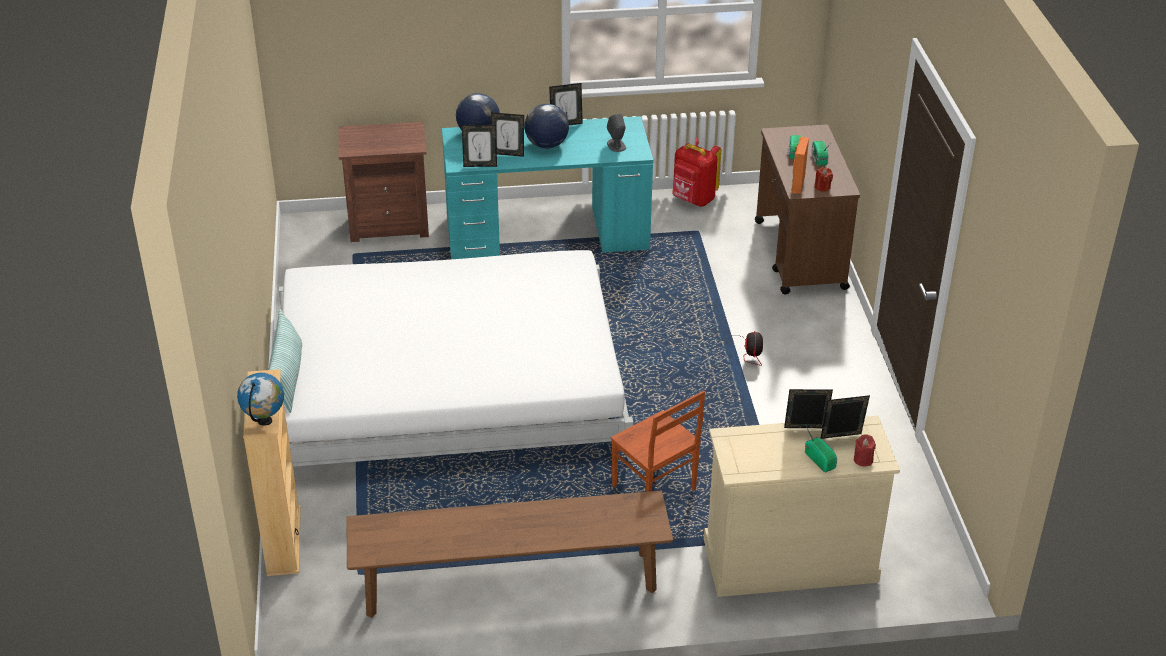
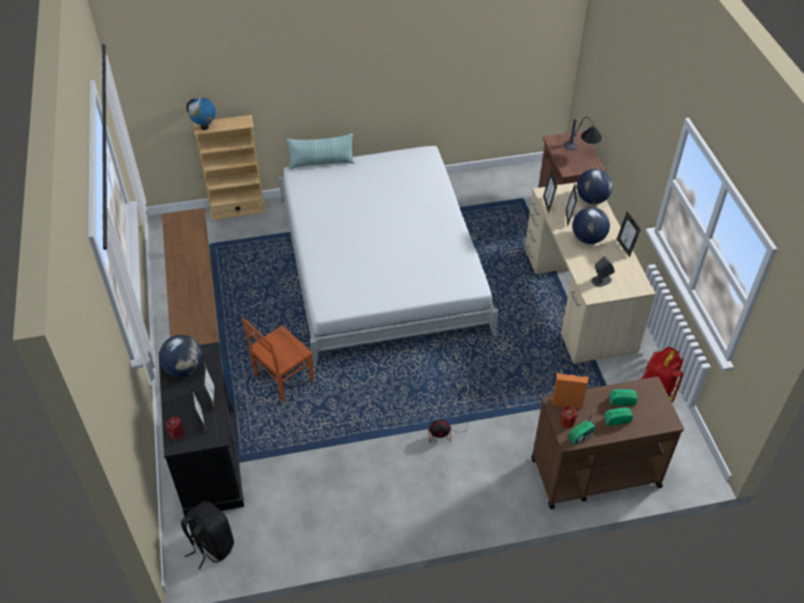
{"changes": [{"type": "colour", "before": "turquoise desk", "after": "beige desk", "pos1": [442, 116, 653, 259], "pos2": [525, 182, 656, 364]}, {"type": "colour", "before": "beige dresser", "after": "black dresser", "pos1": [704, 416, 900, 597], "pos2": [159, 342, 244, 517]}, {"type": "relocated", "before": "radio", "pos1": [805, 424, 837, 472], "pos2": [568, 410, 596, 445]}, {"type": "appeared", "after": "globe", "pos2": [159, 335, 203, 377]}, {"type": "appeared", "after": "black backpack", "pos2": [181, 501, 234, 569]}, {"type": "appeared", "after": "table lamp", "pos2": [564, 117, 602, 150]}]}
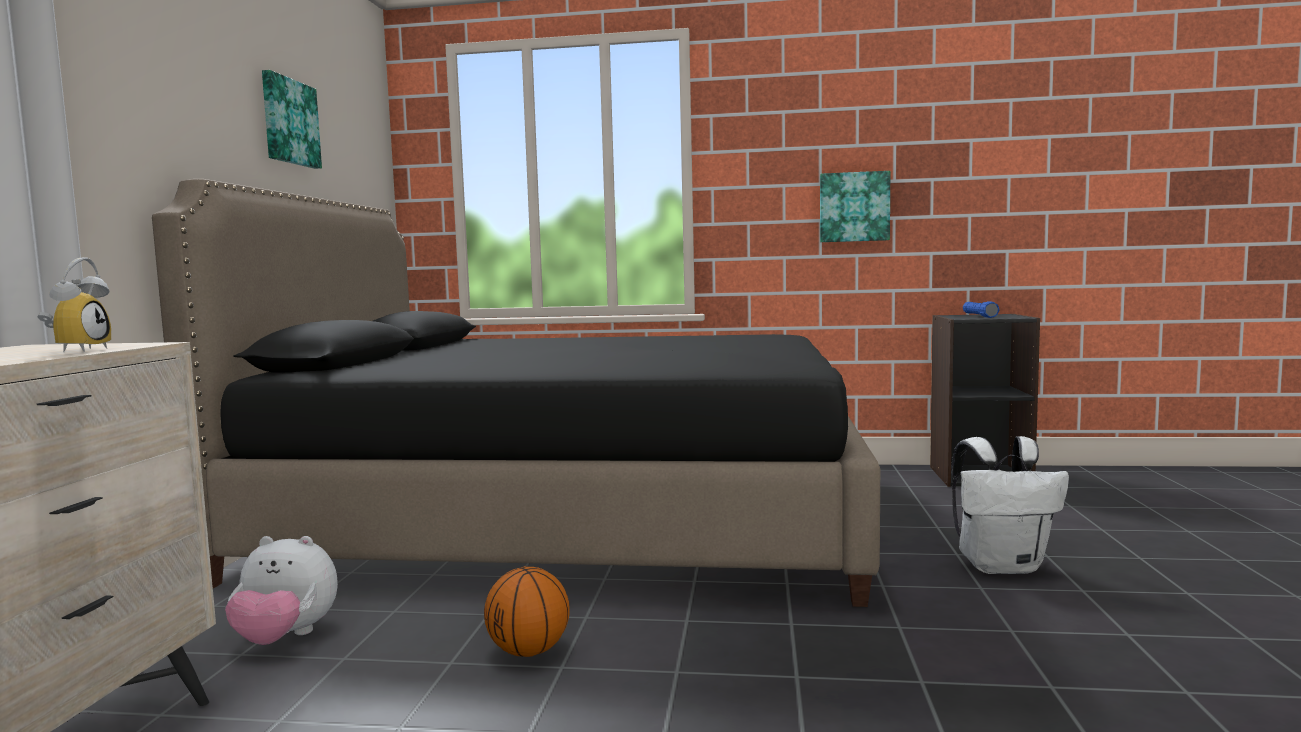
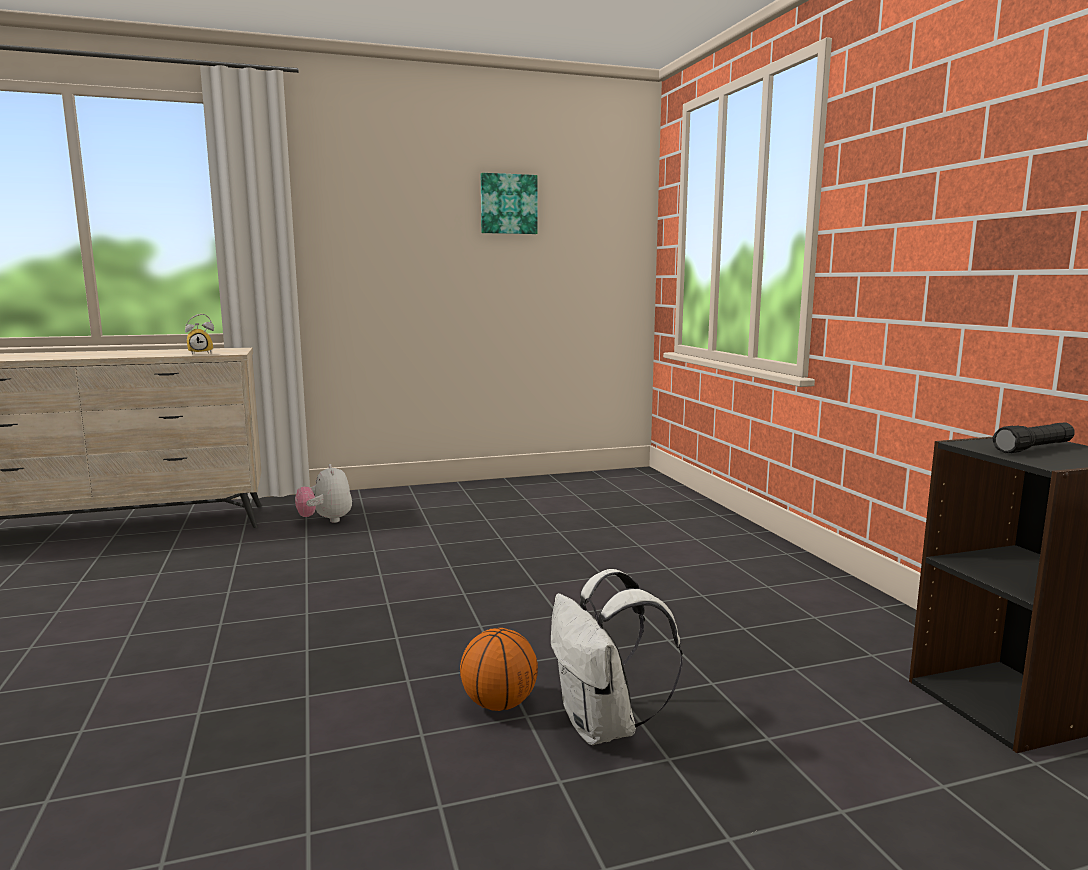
{"changes": [{"type": "missing", "before": "black bed", "pos1": [152, 179, 880, 607]}, {"type": "relocated", "before": "basketball", "pos1": [484, 566, 569, 657], "pos2": [460, 628, 538, 711]}, {"type": "missing", "before": "picture", "pos1": [820, 171, 890, 242]}, {"type": "colour", "before": "blue flashlight", "after": "black flashlight", "pos1": [963, 301, 999, 318], "pos2": [993, 423, 1075, 453]}]}
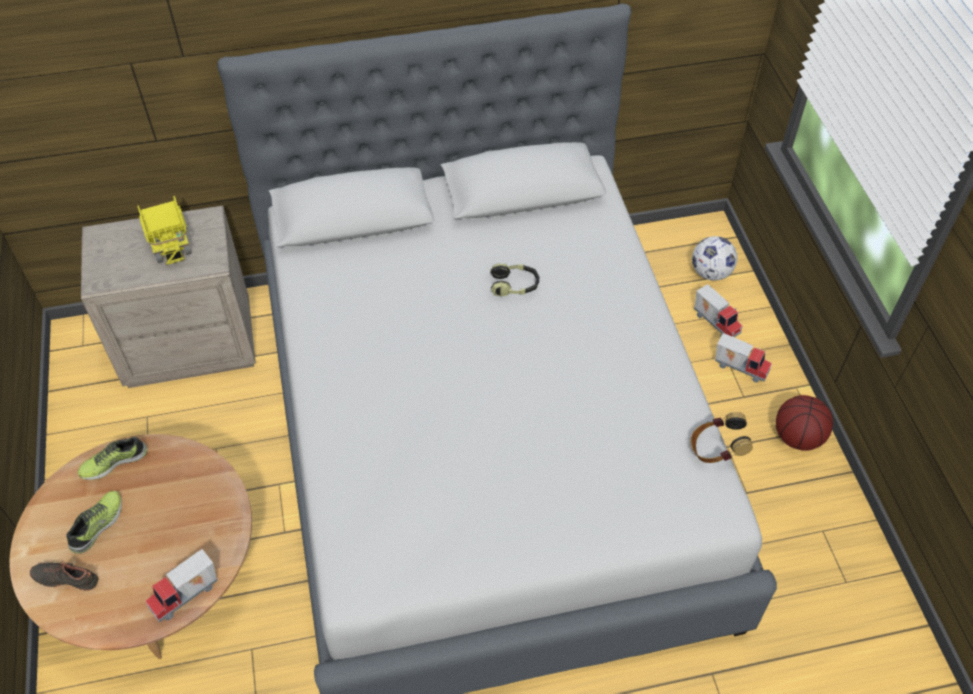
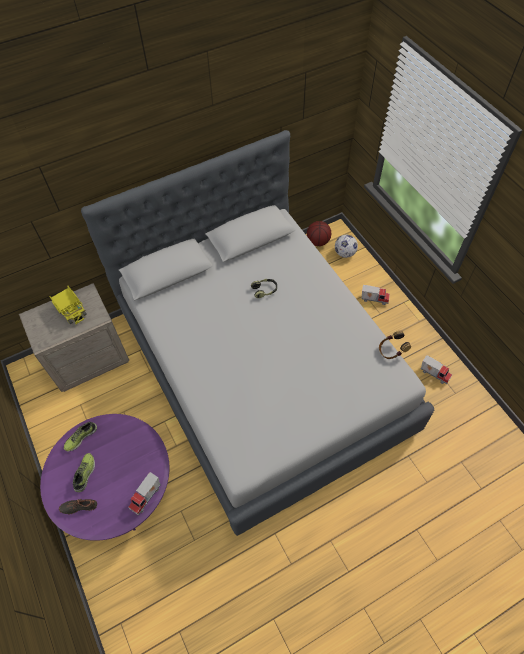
{"changes": [{"type": "colour", "before": "brown coffee table", "after": "purple coffee table", "pos1": [9, 434, 252, 659], "pos2": [40, 414, 169, 541]}, {"type": "relocated", "before": "toy truck", "pos1": [694, 284, 743, 337], "pos2": [421, 355, 452, 384]}, {"type": "relocated", "before": "basketball", "pos1": [776, 395, 833, 451], "pos2": [307, 221, 331, 246]}]}
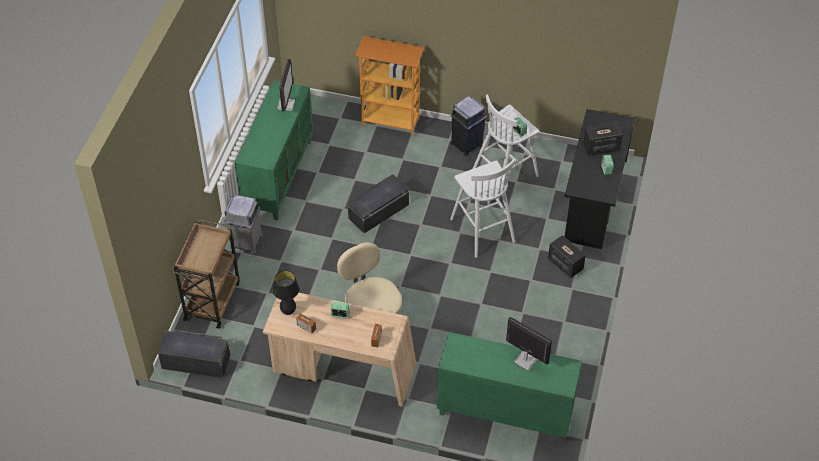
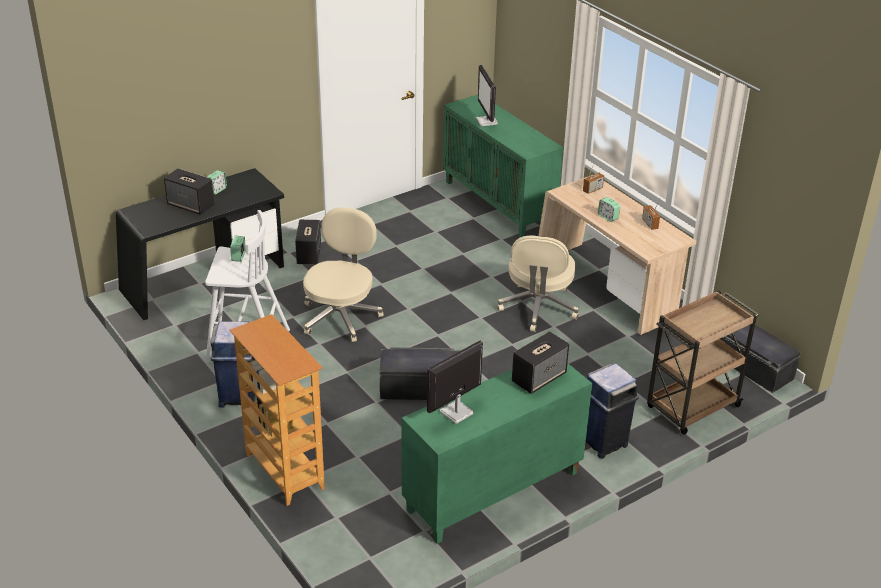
{"changes": [{"type": "colour", "before": "grey trash can", "after": "blue trash can", "pos1": [224, 194, 262, 254], "pos2": [586, 364, 639, 459]}, {"type": "missing", "before": "black table lamp", "pos1": [273, 271, 299, 315]}, {"type": "exchanged", "before": "white stool", "after": "beige office chair", "pos1": [450, 159, 515, 258], "pos2": [303, 207, 383, 342]}, {"type": "appeared", "after": "speaker", "pos2": [512, 331, 569, 394]}]}
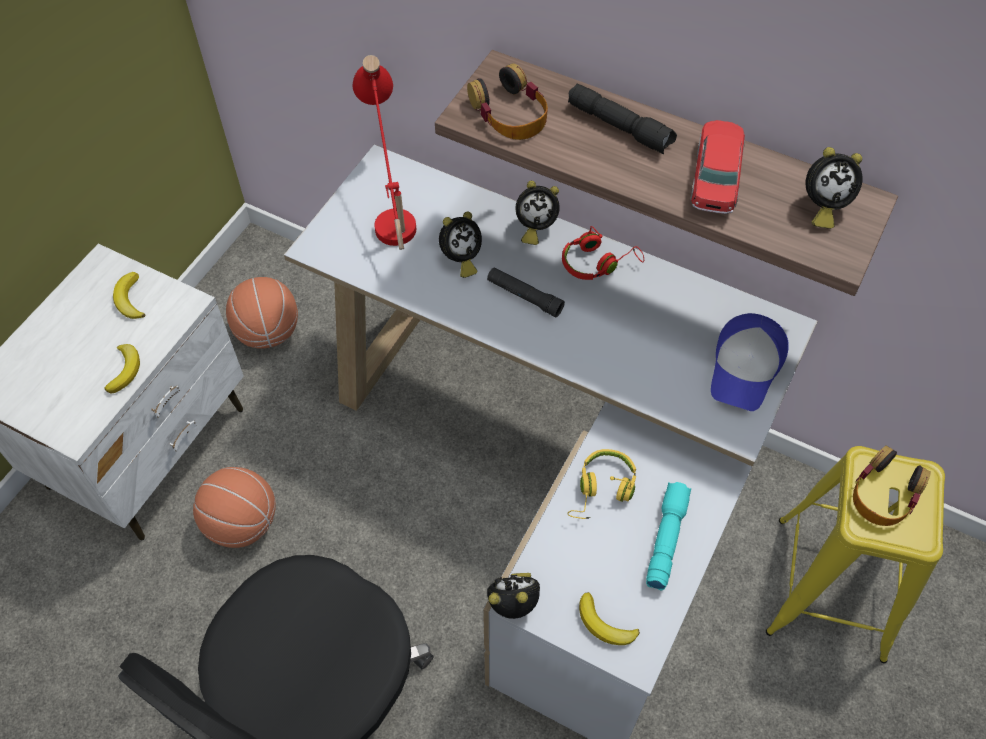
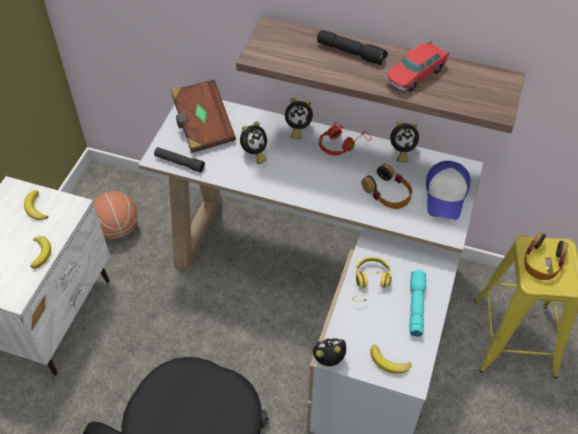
{"changes": [{"type": "missing", "before": "basketball", "pos1": [193, 467, 276, 548]}, {"type": "exchanged", "before": "red table lamp", "after": "brown book", "pos1": [353, 55, 416, 250], "pos2": [171, 79, 236, 153]}, {"type": "relocated", "before": "headphones", "pos1": [467, 63, 548, 140], "pos2": [361, 164, 412, 209]}, {"type": "relocated", "before": "black flashlight", "pos1": [487, 267, 565, 317], "pos2": [154, 147, 205, 173]}, {"type": "spun", "before": "toy car", "pos1": [690, 120, 745, 214], "pos2": [385, 41, 449, 92], "turn": -135}, {"type": "relocated", "before": "alarm clock", "pos1": [806, 147, 863, 229], "pos2": [390, 121, 419, 162]}]}
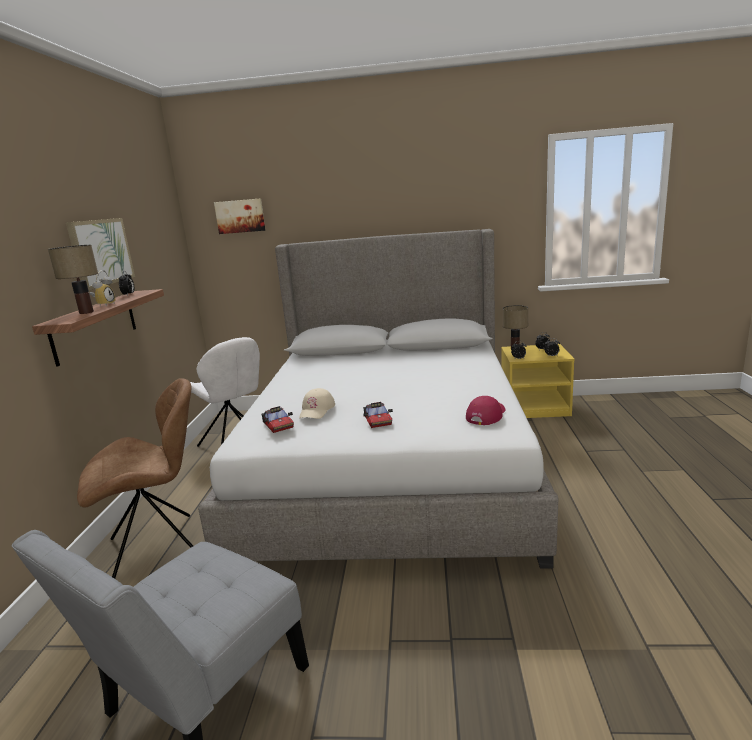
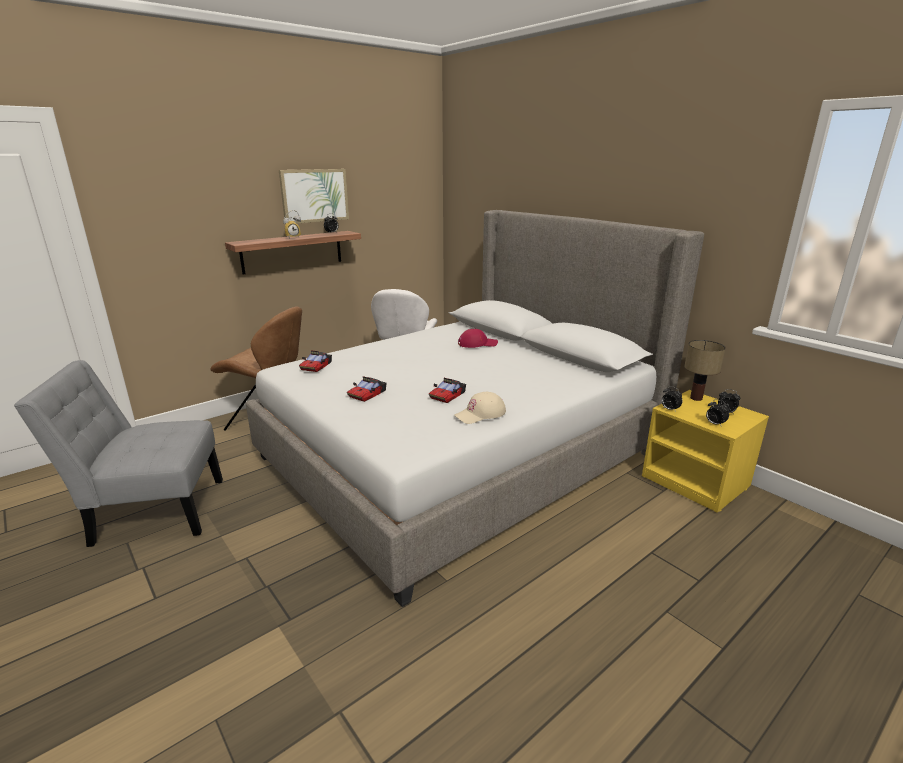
{"changes": [{"type": "missing", "before": "table lamp", "pos1": [48, 245, 98, 314]}, {"type": "missing", "before": "picture", "pos1": [214, 198, 265, 234]}, {"type": "relocated", "before": "beige cap", "pos1": [299, 388, 335, 419], "pos2": [454, 392, 506, 424]}, {"type": "relocated", "before": "red cap", "pos1": [466, 396, 506, 425], "pos2": [458, 329, 498, 348]}, {"type": "appeared", "after": "toy car", "pos2": [429, 378, 466, 403]}]}
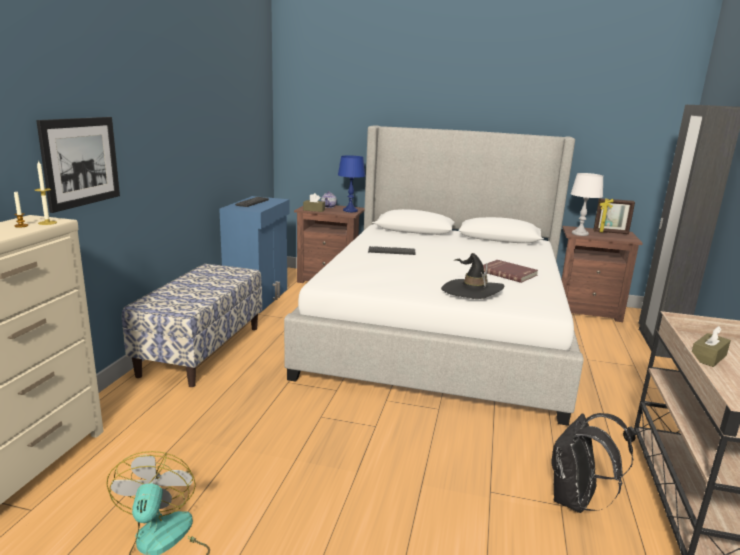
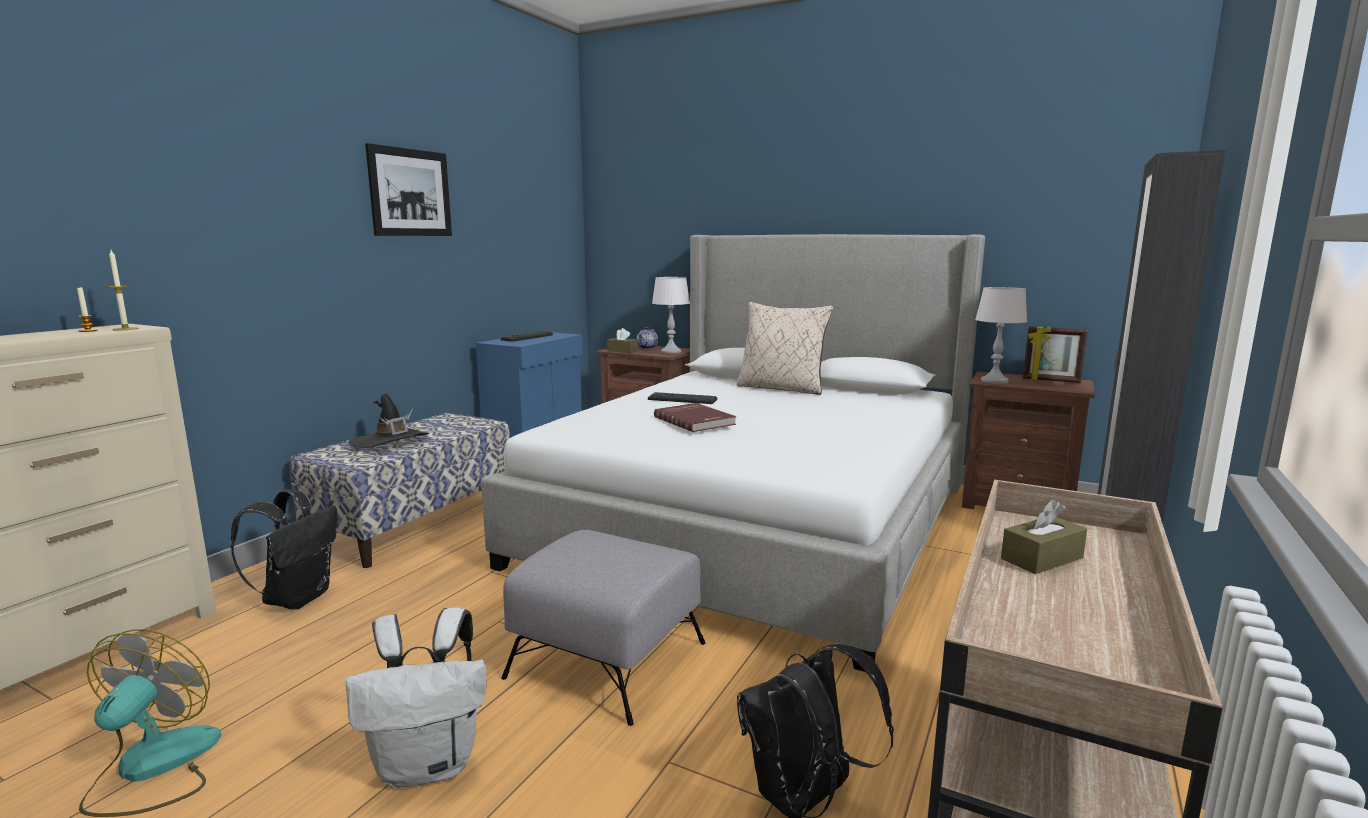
{"changes": [{"type": "relocated", "before": "picture", "pos1": [36, 117, 120, 213], "pos2": [365, 143, 452, 236]}, {"type": "colour", "before": "blue table lamp", "after": "white table lamp", "pos1": [338, 155, 365, 212], "pos2": [652, 277, 690, 354]}, {"type": "relocated", "before": "black hat", "pos1": [441, 253, 504, 299], "pos2": [348, 393, 430, 448]}, {"type": "relocated", "before": "red book", "pos1": [483, 260, 538, 283], "pos2": [654, 403, 736, 432]}, {"type": "appeared", "after": "black backpack", "pos2": [231, 489, 337, 610]}, {"type": "appeared", "after": "white backpack", "pos2": [346, 607, 486, 788]}, {"type": "appeared", "after": "grey ottoman", "pos2": [501, 530, 706, 726]}, {"type": "appeared", "after": "beige pillow", "pos2": [737, 302, 833, 395]}]}
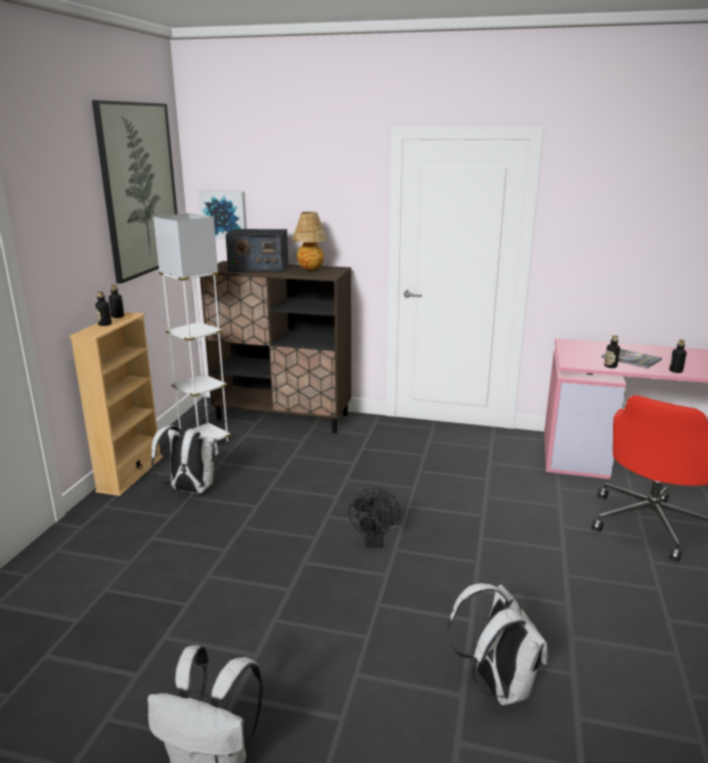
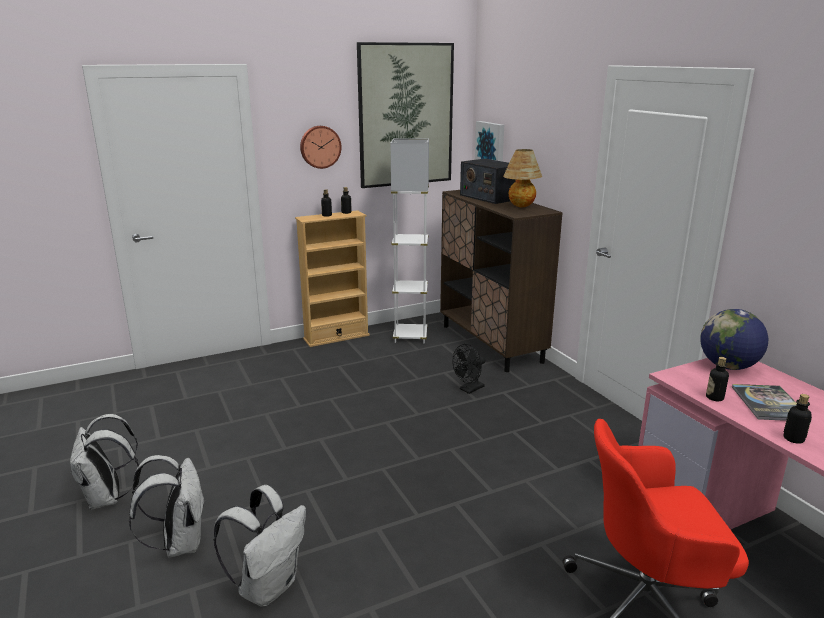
{"changes": [{"type": "relocated", "before": "white backpack", "pos1": [151, 425, 219, 493], "pos2": [129, 455, 205, 558]}, {"type": "relocated", "before": "black fan", "pos1": [349, 488, 400, 547], "pos2": [452, 344, 486, 394]}, {"type": "appeared", "after": "wall clock", "pos2": [300, 126, 342, 169]}, {"type": "appeared", "after": "globe", "pos2": [700, 309, 768, 370]}]}
